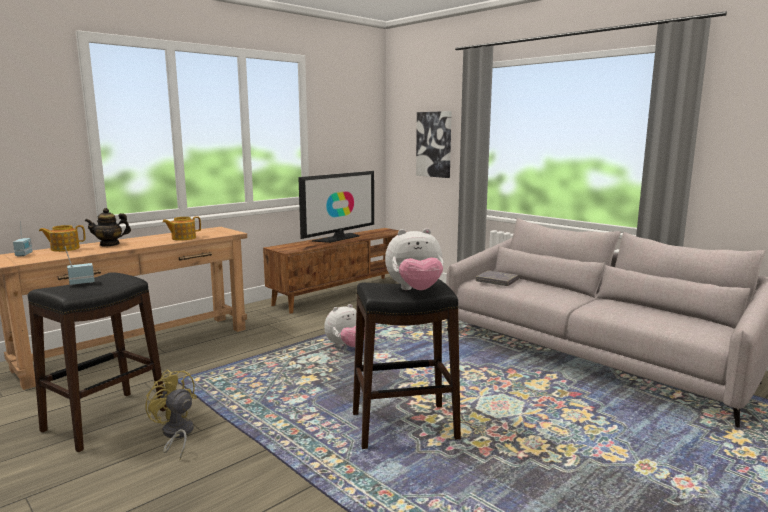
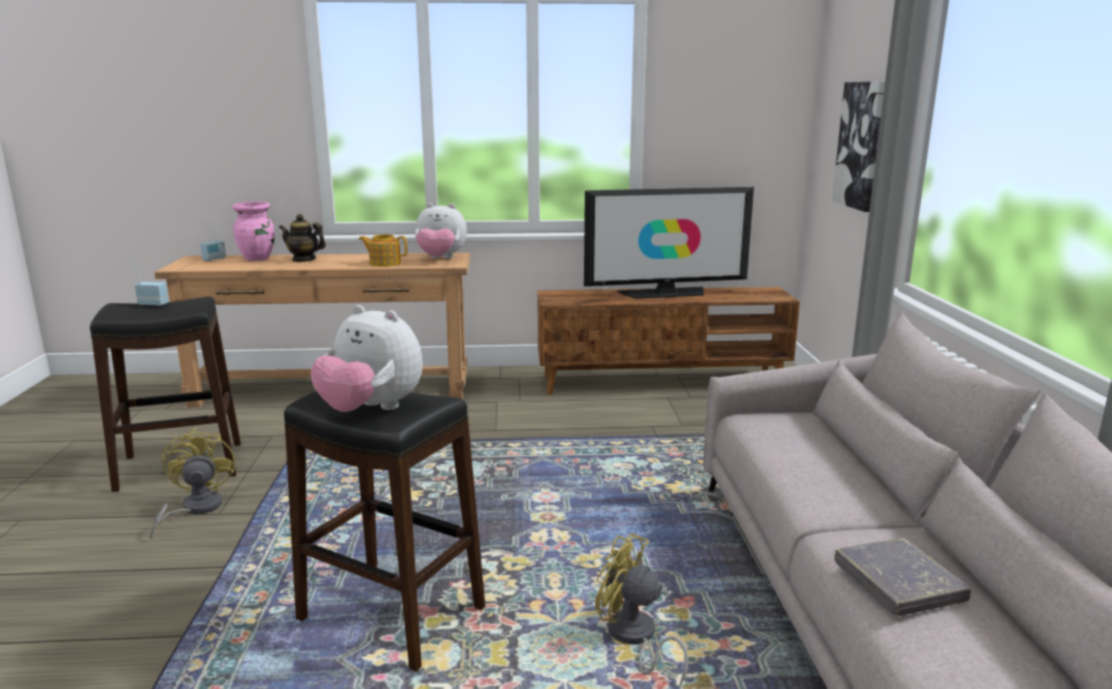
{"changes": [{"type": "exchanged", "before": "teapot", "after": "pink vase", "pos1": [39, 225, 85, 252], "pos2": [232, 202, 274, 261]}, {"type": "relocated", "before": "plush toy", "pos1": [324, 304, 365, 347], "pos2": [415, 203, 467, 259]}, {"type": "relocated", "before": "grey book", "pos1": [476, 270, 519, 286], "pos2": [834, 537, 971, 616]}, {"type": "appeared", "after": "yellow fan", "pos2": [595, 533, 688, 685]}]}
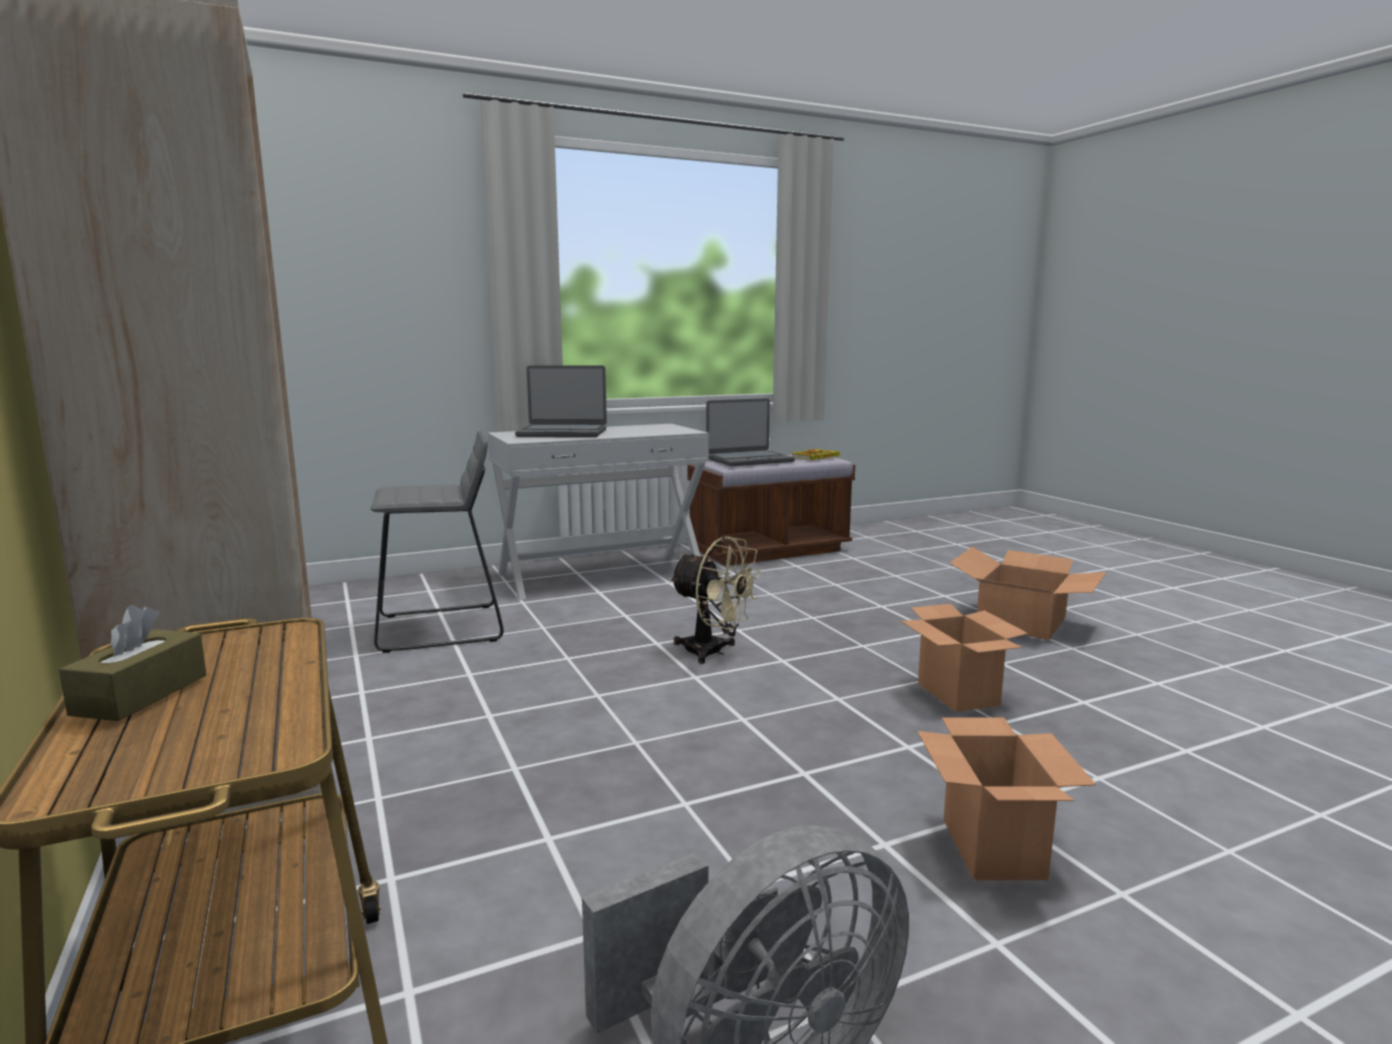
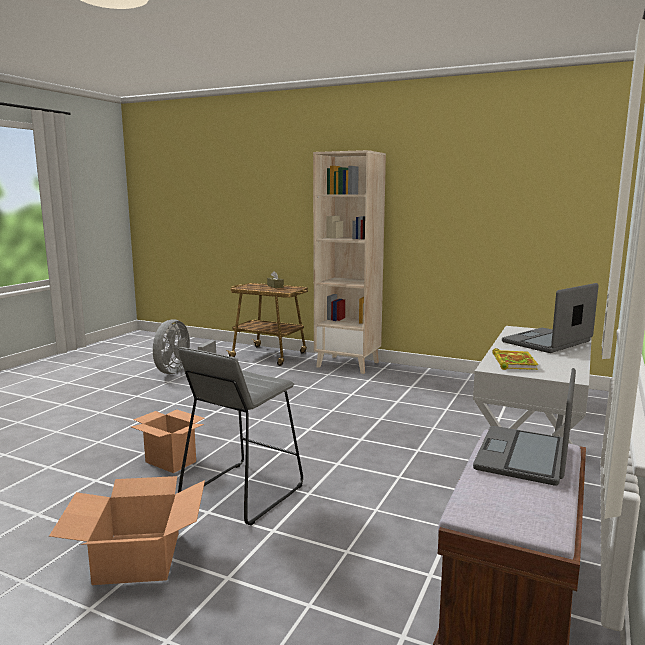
{"changes": [{"type": "relocated", "before": "grey stool", "pos1": [370, 431, 504, 653], "pos2": [178, 347, 303, 526]}, {"type": "missing", "before": "beige fan", "pos1": [669, 536, 762, 664]}, {"type": "relocated", "before": "book", "pos1": [791, 449, 840, 460], "pos2": [492, 348, 539, 370]}, {"type": "missing", "before": "cardboard box", "pos1": [917, 717, 1096, 880]}]}
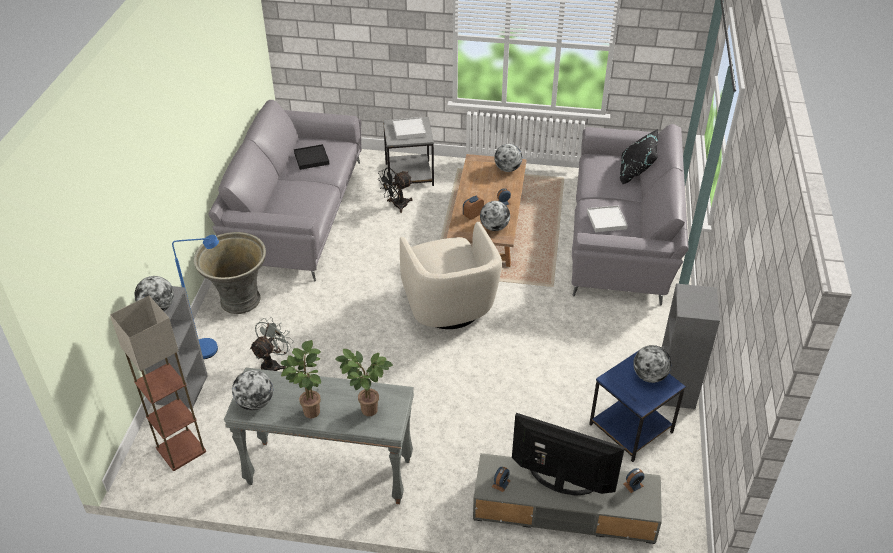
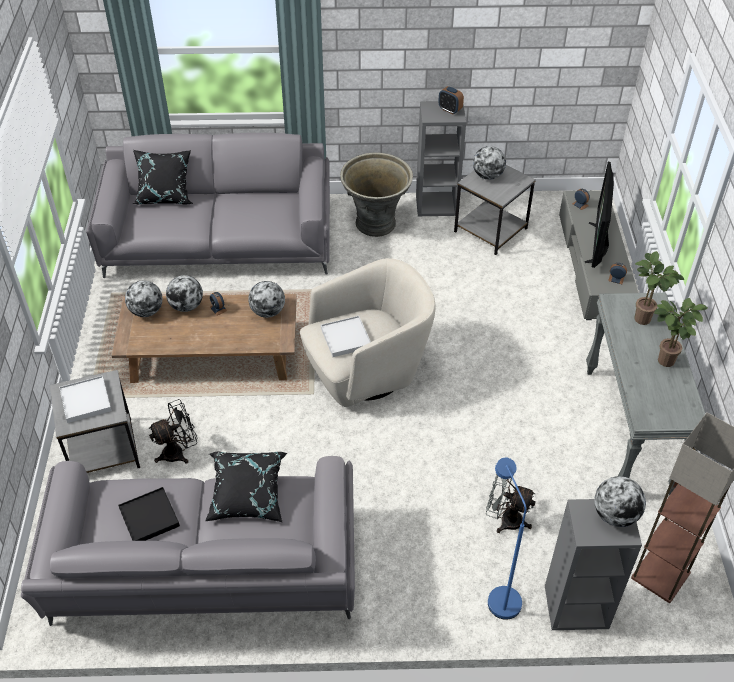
{"changes": [{"type": "relocated", "before": "grey planter", "pos1": [194, 232, 266, 314], "pos2": [340, 153, 413, 237]}, {"type": "relocated", "before": "globe", "pos1": [232, 370, 273, 411], "pos2": [166, 275, 203, 312]}, {"type": "spun", "before": "black fan", "pos1": [377, 167, 413, 213], "pos2": [148, 399, 198, 464], "turn": -75}, {"type": "relocated", "before": "alarm clock", "pos1": [463, 196, 484, 220], "pos2": [438, 86, 464, 114]}, {"type": "relocated", "before": "white tray", "pos1": [587, 205, 628, 232], "pos2": [321, 316, 371, 357]}, {"type": "colour", "before": "blue side table", "after": "grey side table", "pos1": [589, 351, 686, 462], "pos2": [454, 165, 536, 255]}, {"type": "appeared", "after": "black pillow", "pos2": [205, 451, 288, 522]}]}
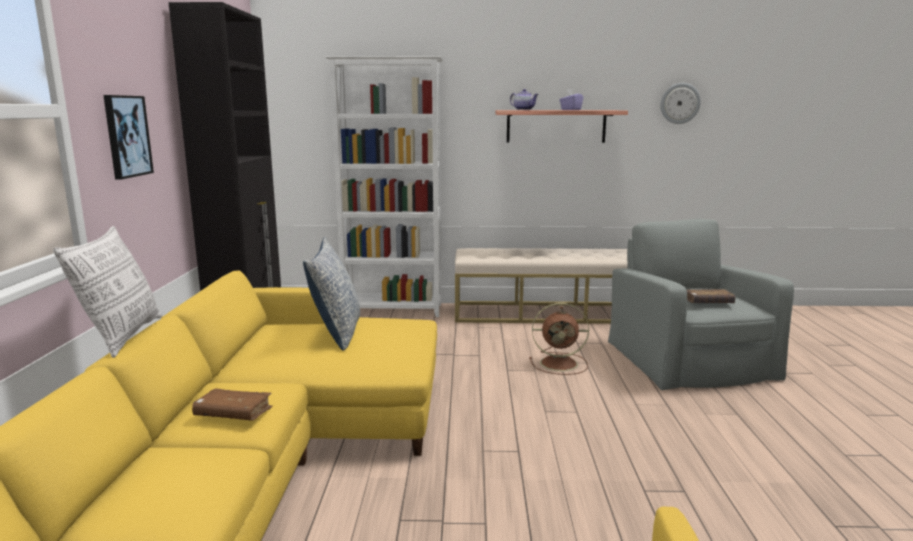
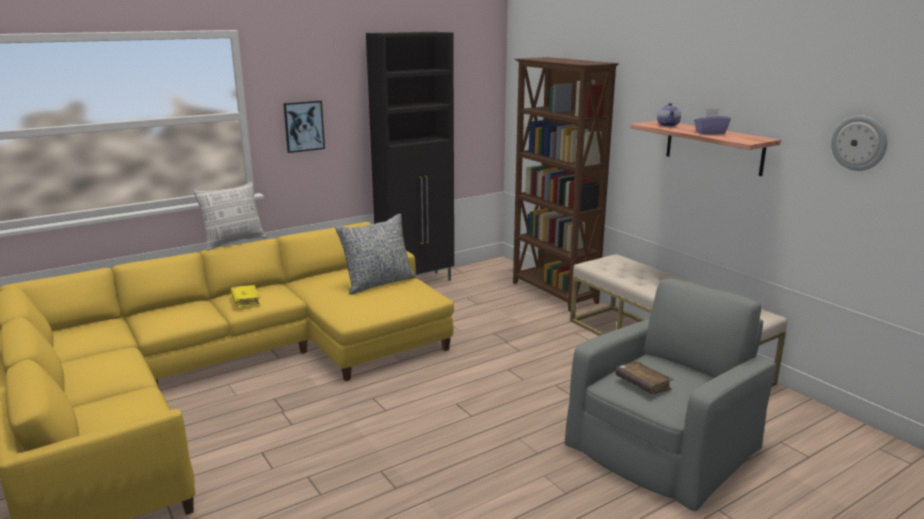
{"changes": [{"type": "colour", "before": "brown book", "after": "yellow book", "pos1": [192, 388, 273, 421], "pos2": [230, 285, 261, 307]}, {"type": "colour", "before": "white bookcase", "after": "brown bookcase", "pos1": [325, 56, 443, 317], "pos2": [513, 57, 619, 312]}, {"type": "missing", "before": "brown fan", "pos1": [529, 303, 589, 375]}]}
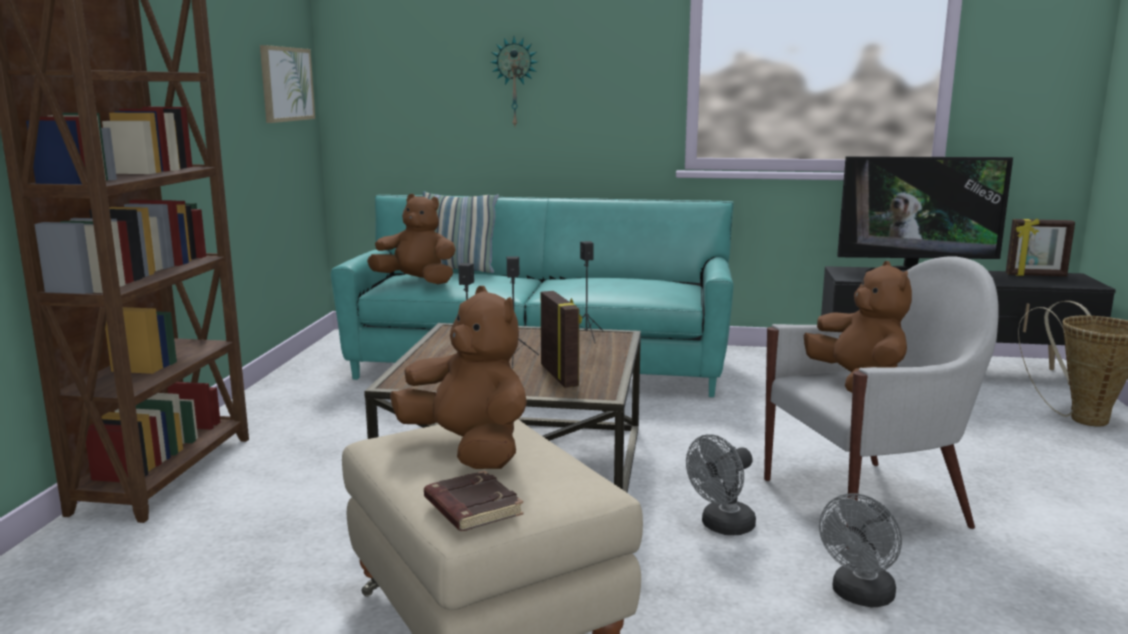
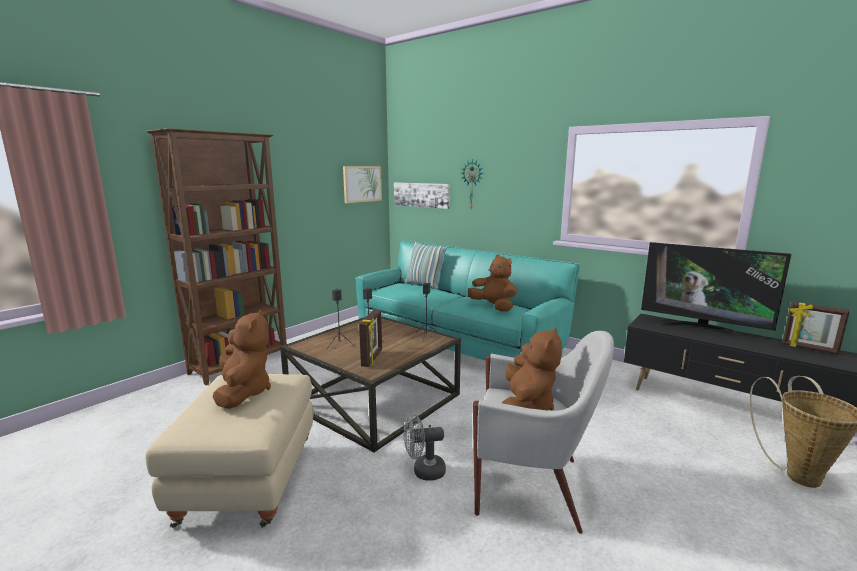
{"changes": [{"type": "relocated", "before": "brown plush toy", "pos1": [367, 194, 456, 284], "pos2": [468, 254, 517, 312]}, {"type": "missing", "before": "brown book", "pos1": [424, 470, 524, 531]}, {"type": "missing", "before": "grey fan", "pos1": [819, 493, 902, 607]}, {"type": "appeared", "after": "picture", "pos2": [394, 182, 450, 209]}]}
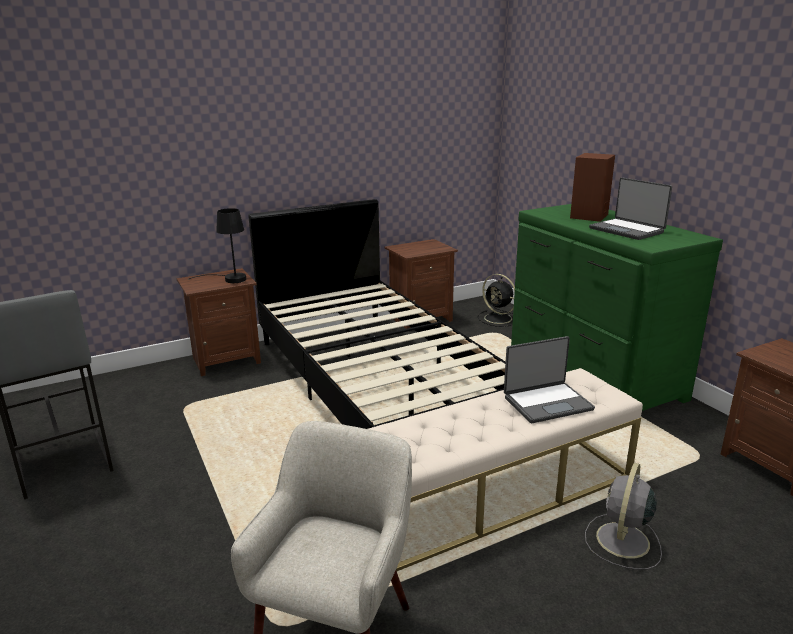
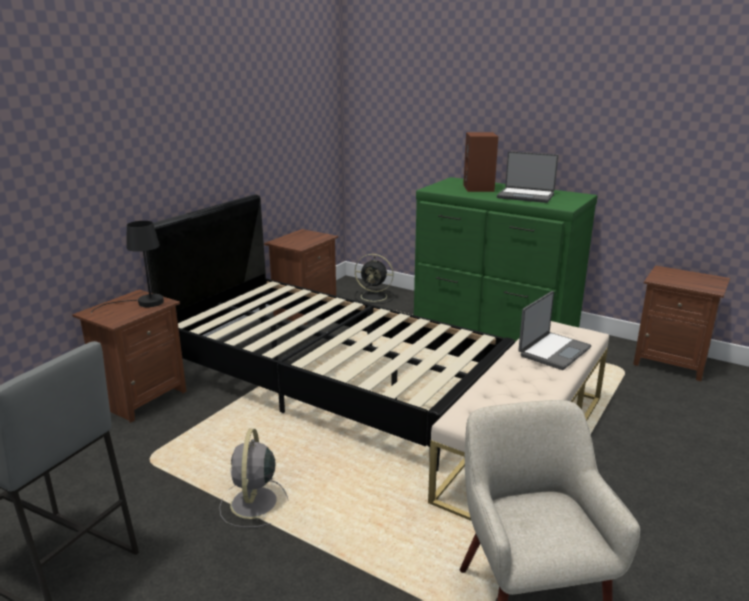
{"changes": [{"type": "relocated", "before": "grey fan", "pos1": [585, 462, 662, 570], "pos2": [219, 429, 289, 528]}]}
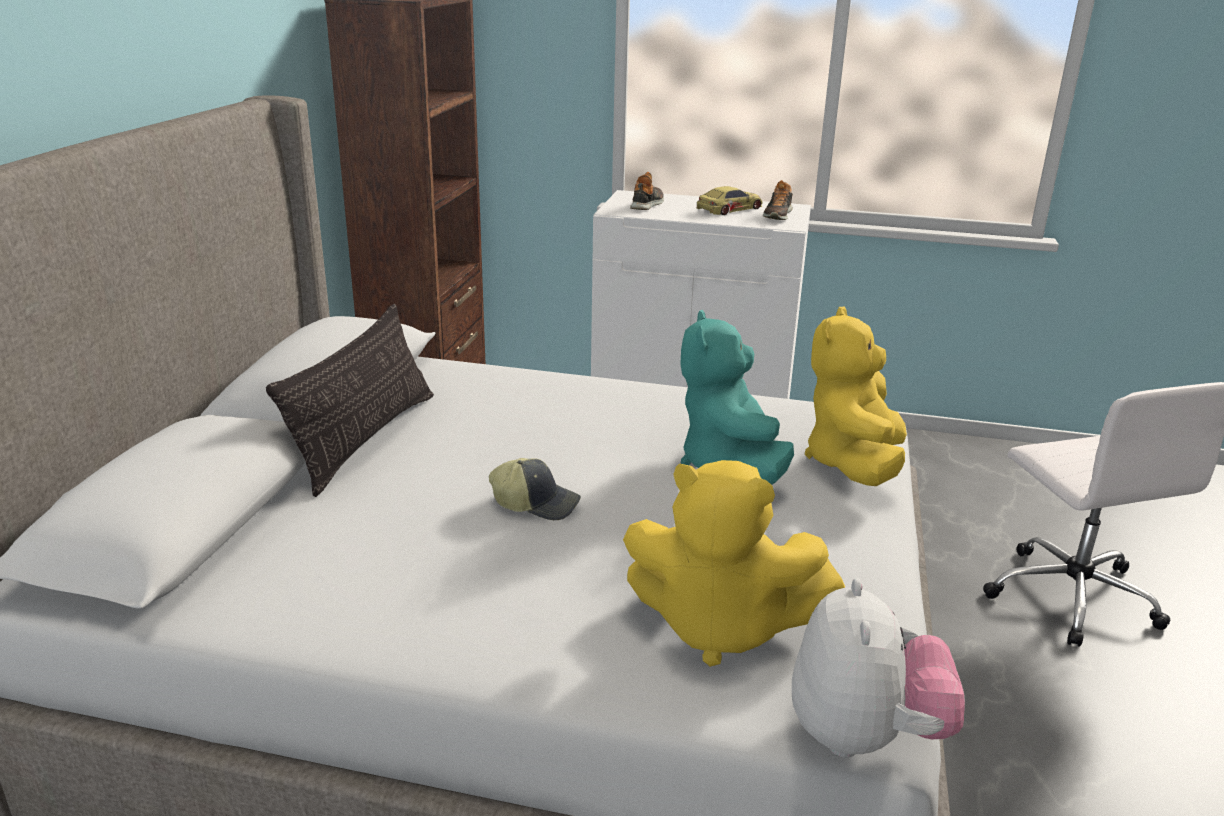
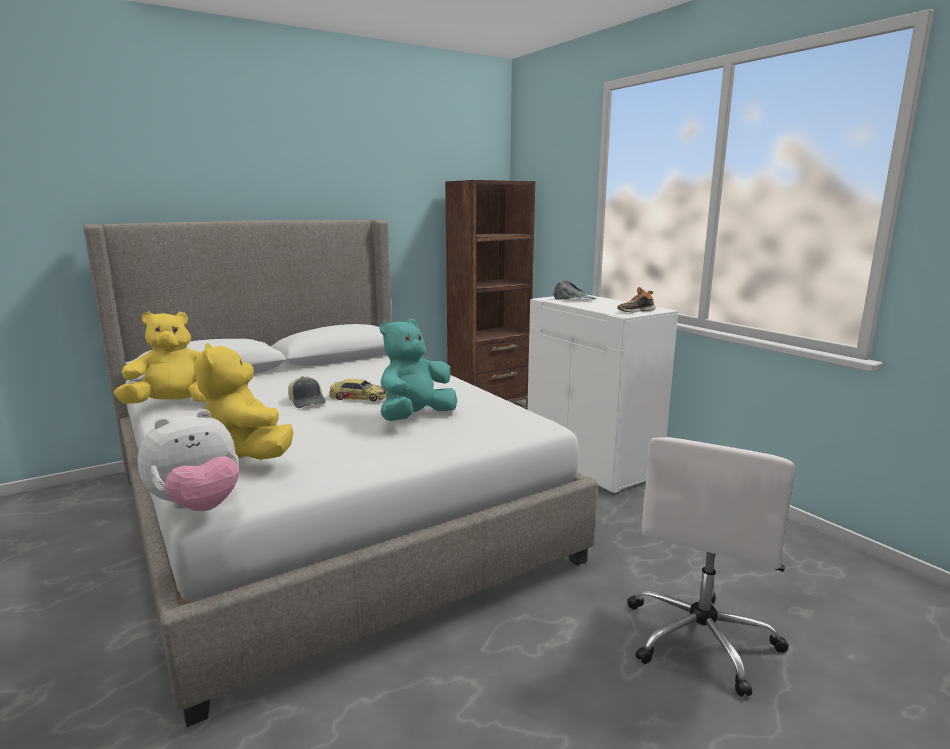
{"changes": [{"type": "missing", "before": "pillow", "pos1": [266, 304, 434, 497]}, {"type": "exchanged", "before": "shoe", "after": "grey cap", "pos1": [630, 172, 664, 210], "pos2": [553, 280, 597, 300]}, {"type": "relocated", "before": "toy car", "pos1": [696, 186, 763, 215], "pos2": [329, 379, 387, 402]}, {"type": "relocated", "before": "yellow plush toy", "pos1": [805, 307, 907, 486], "pos2": [114, 312, 206, 404]}]}
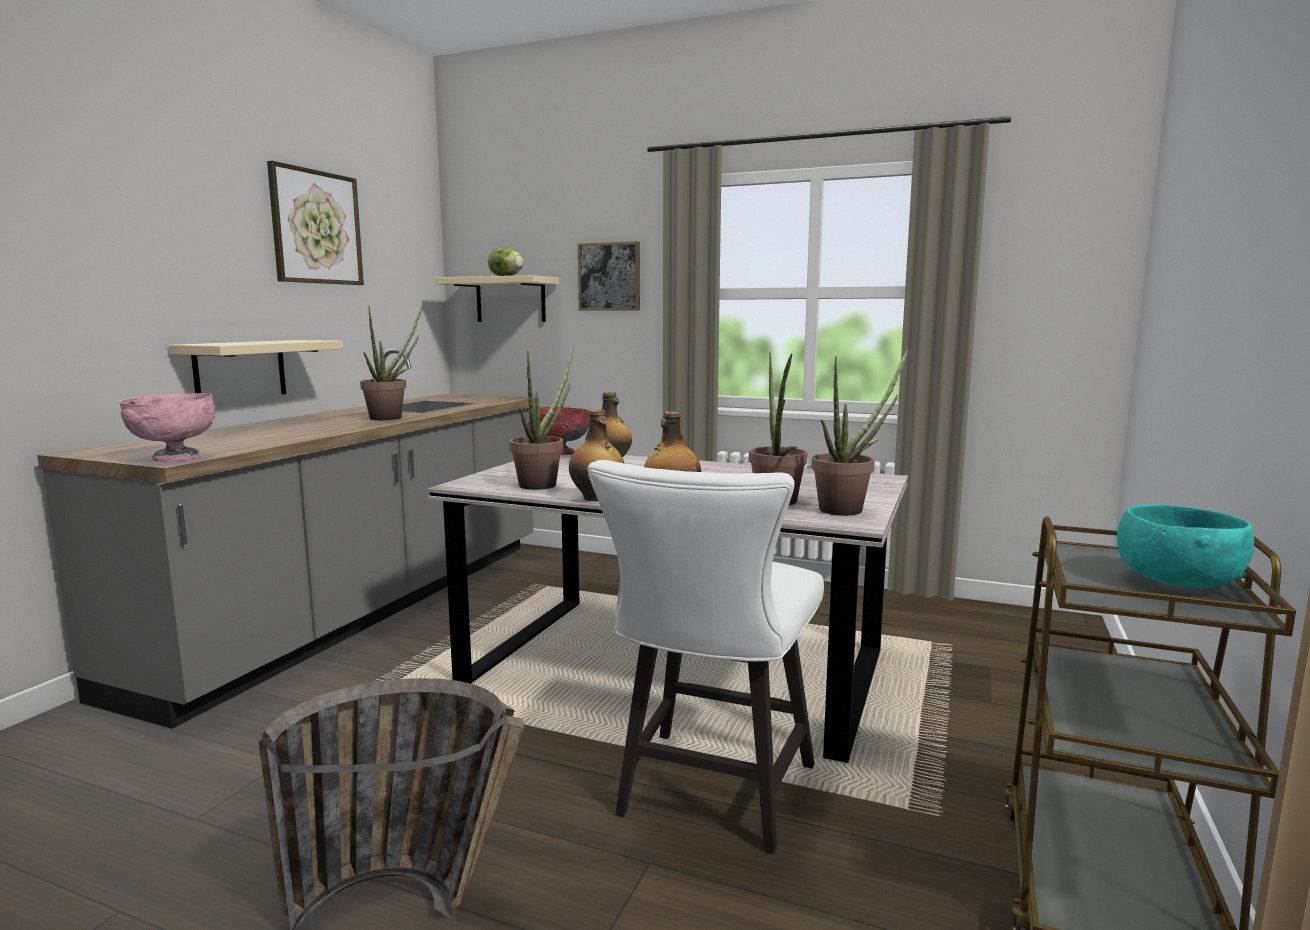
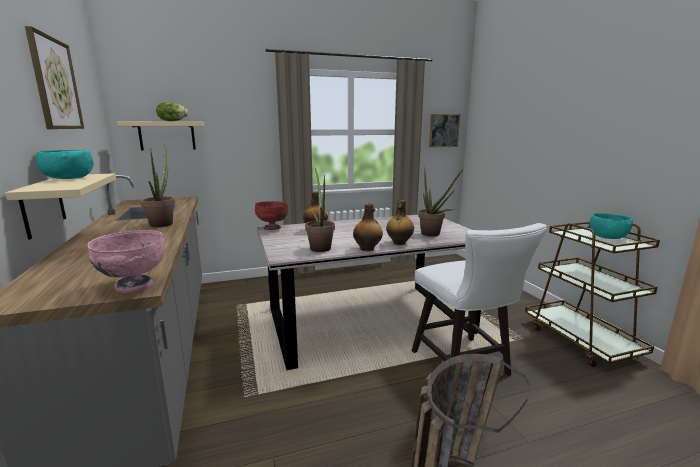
{"changes": [{"type": "relocated", "before": "picture", "pos1": [578, 241, 640, 311], "pos2": [429, 114, 460, 148]}, {"type": "missing", "before": "potted plant", "pos1": [811, 350, 908, 516]}, {"type": "appeared", "after": "turquoise bowl", "pos2": [36, 150, 94, 179]}]}
